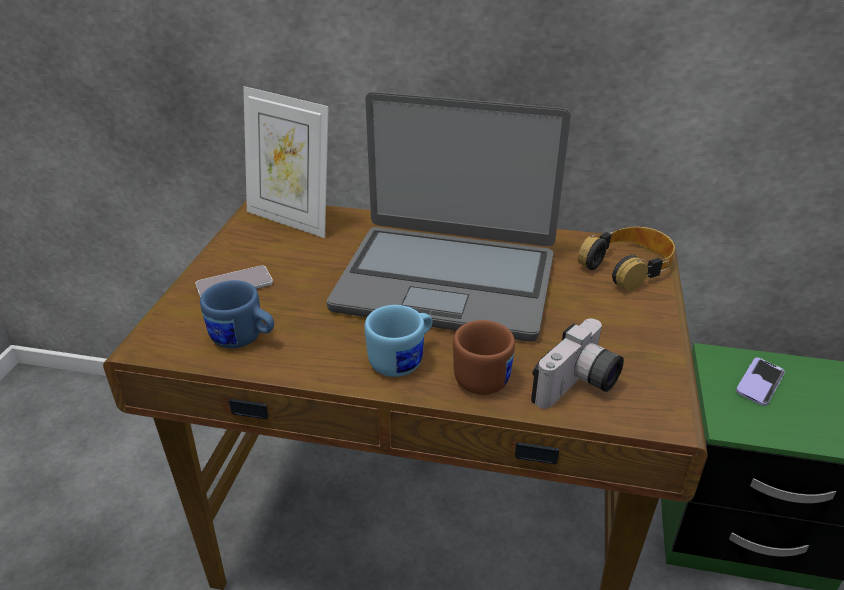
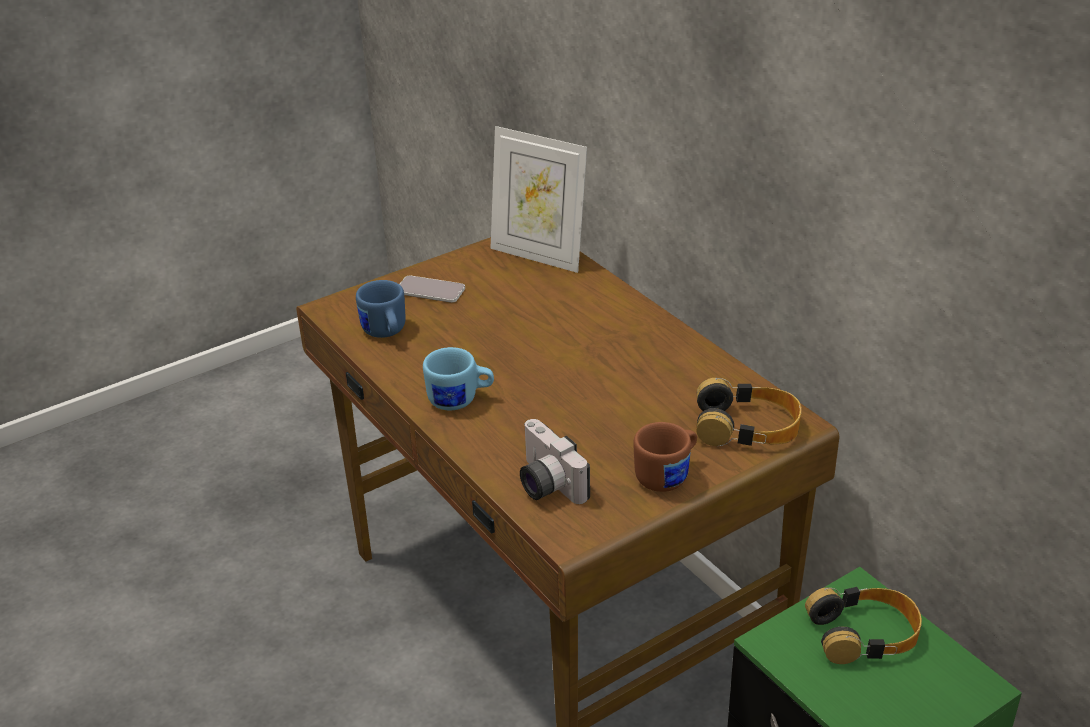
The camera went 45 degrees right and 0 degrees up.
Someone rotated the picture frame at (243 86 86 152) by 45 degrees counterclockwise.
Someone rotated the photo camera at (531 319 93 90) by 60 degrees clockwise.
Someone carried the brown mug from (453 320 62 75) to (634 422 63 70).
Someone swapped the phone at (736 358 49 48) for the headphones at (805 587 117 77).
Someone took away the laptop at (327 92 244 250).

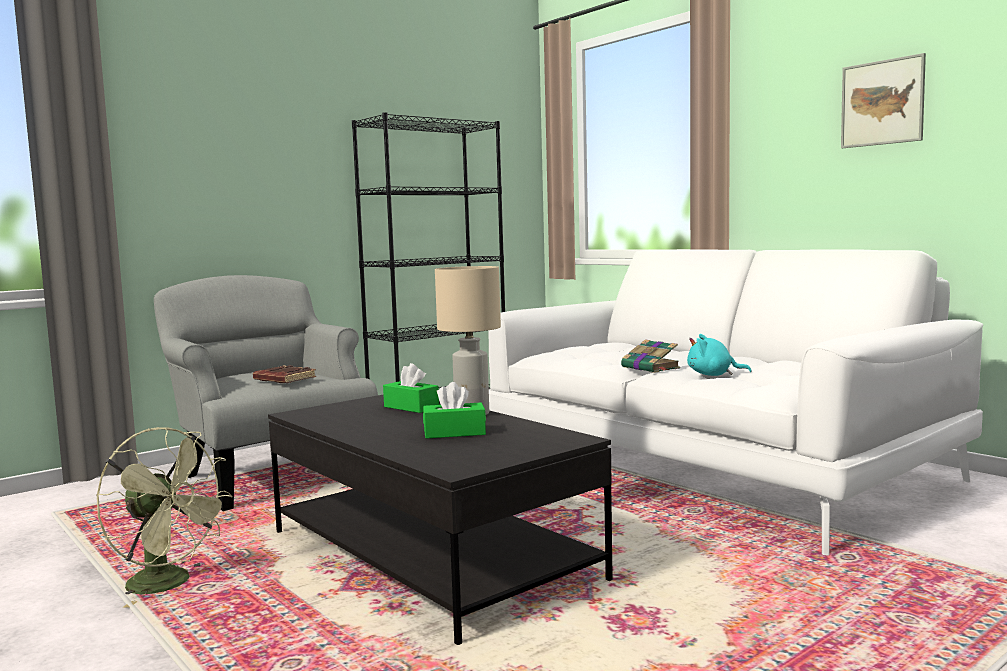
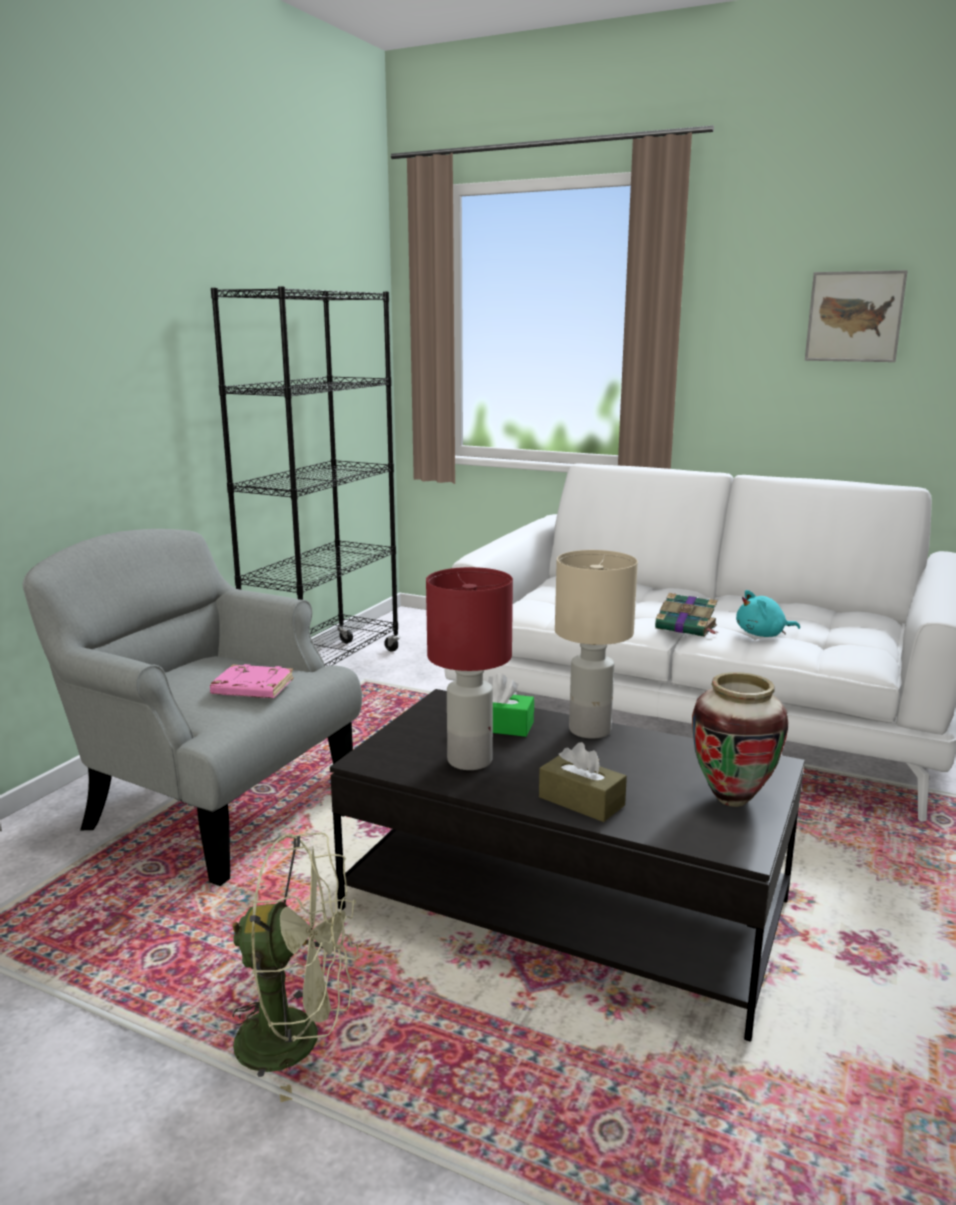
The camera went 25 degrees left and 10 degrees up.
Someone repainted the brown book at (253 365 63 18), which became the pink book at (210 664 84 34).
Someone put down the red table lamp at (426 567 87 203).
Someone put down the brown tissue box at (539 742 88 80).
Someone put down the vase at (692 672 96 135).
Someone took away the green tissue box at (423 382 63 57).

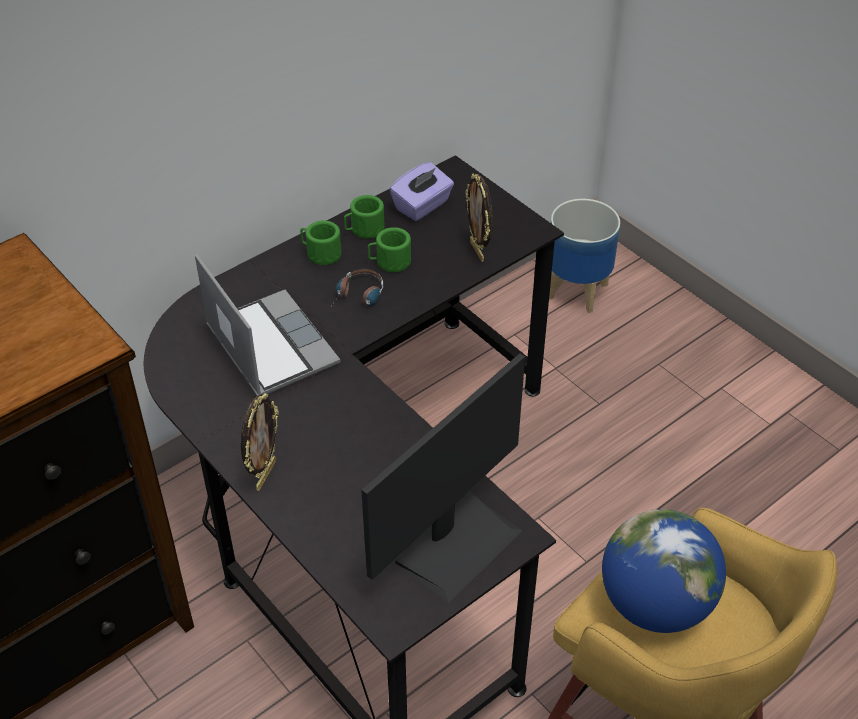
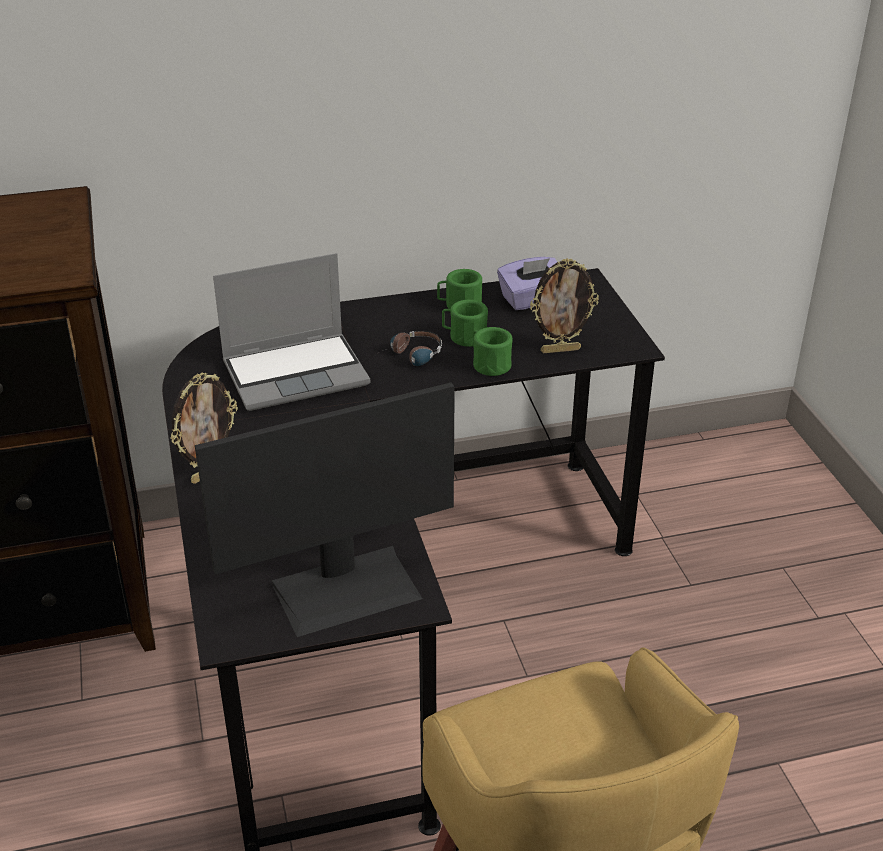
The camera went 25 degrees right and 10 degrees down.
Someone rotated the laptop at (195 254 145 142) by 75 degrees clockwise.
Someone carried the green mug from (300 220 41 45) to (473 327 40 49).
Someone rotated the picture frame at (465 174 28 88) by 105 degrees counterclockwise.
Someone took away the planter at (549 199 71 114).
Someone took away the globe at (602 509 124 124).

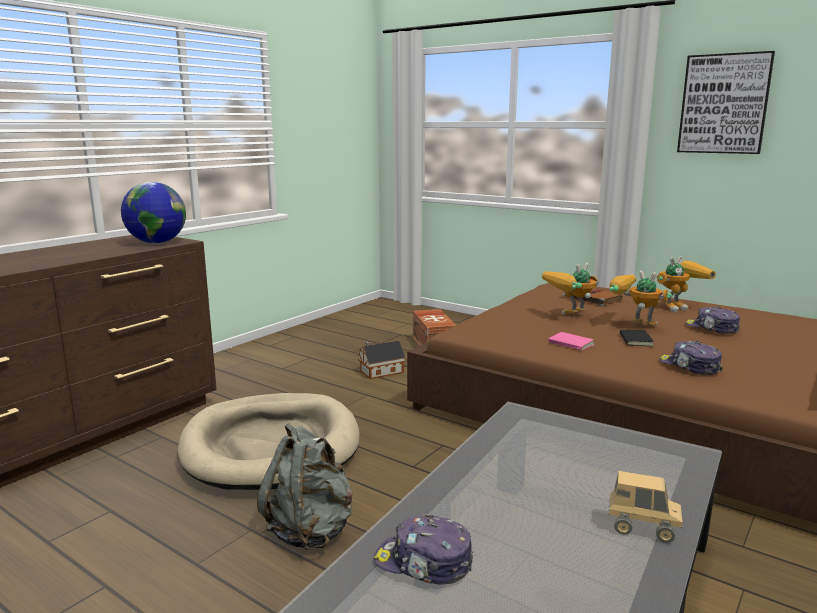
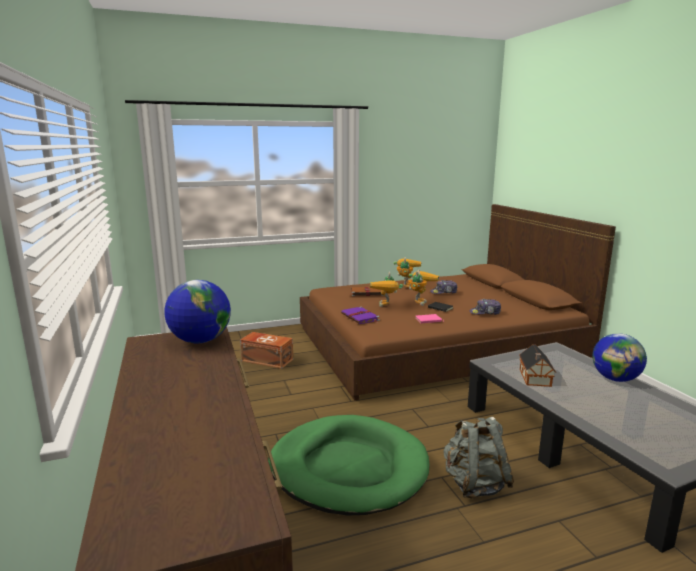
The camera went 55 degrees left and 0 degrees up.
Someone repainted the beige dog bed at (177 393 183 97), which became the green dog bed at (268 415 162 101).
Someone put down the purple book at (341 306 39 18).
Someone rotated the toy robot at (609 271 63 55) by 135 degrees clockwise.
Someone carried the toy house from (358 341 48 38) to (519 344 37 43).
Someone swapped the toy truck at (609 471 74 72) for the globe at (593 333 54 49).
Someone took away the cap at (374 515 99 70).
Someone took away the picture at (677 51 98 103).

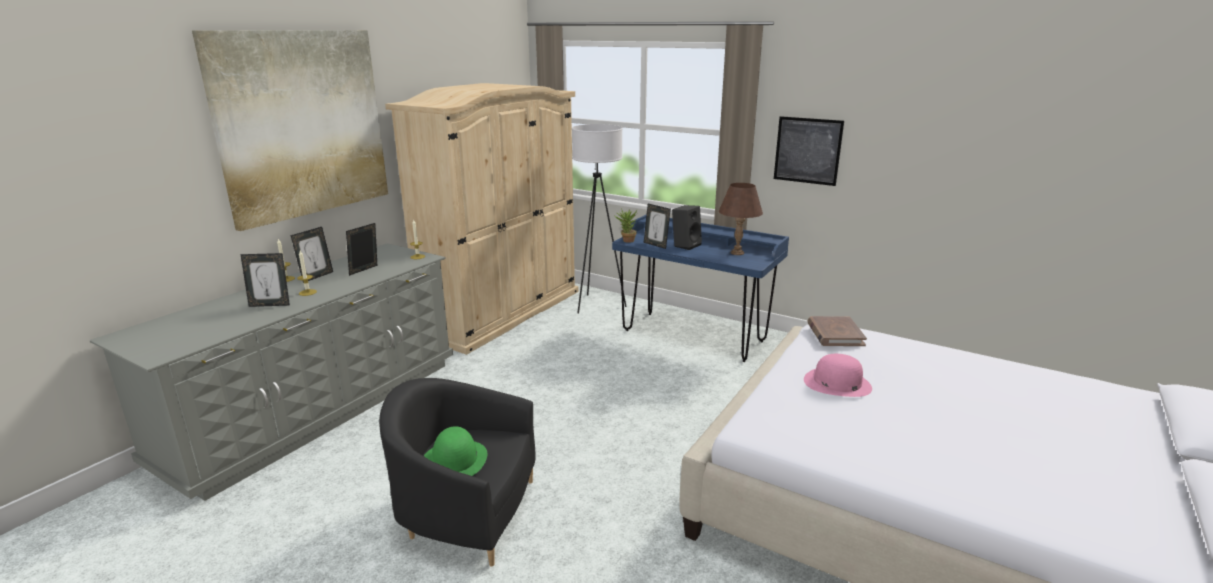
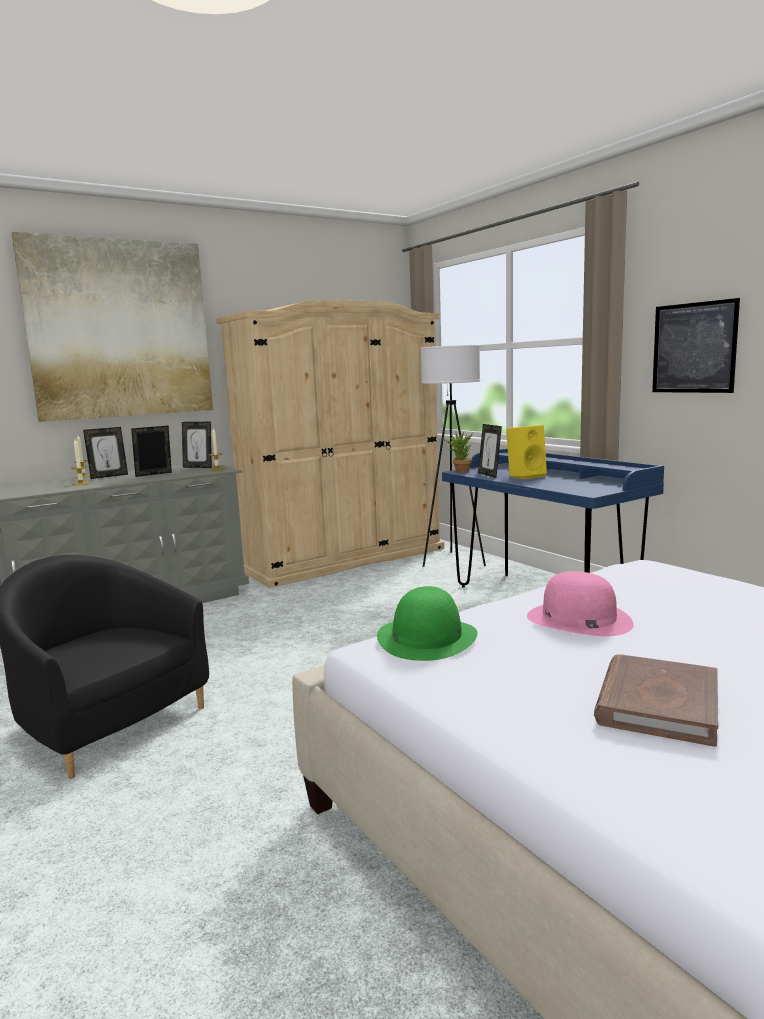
The camera went 25 degrees right and 10 degrees down.
Someone carried the picture frame from (240 253 50 54) to (182 422 30 46).
Someone carried the green hat from (424 426 63 50) to (377 586 101 75).
Someone repainted the black speaker at (672 205 30 45), which became the yellow speaker at (506 425 41 55).
Someone carried the brown book from (807 316 60 30) to (594 654 124 93).
Someone took away the brown table lamp at (719 183 44 72).

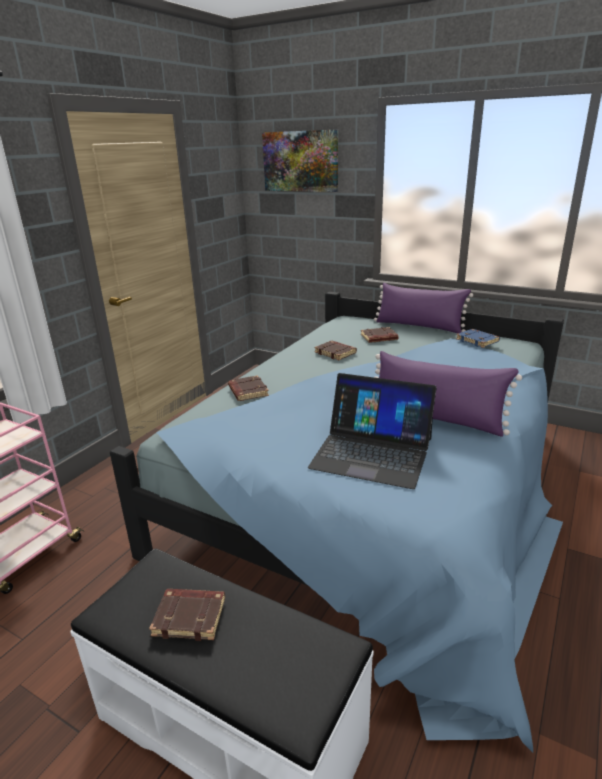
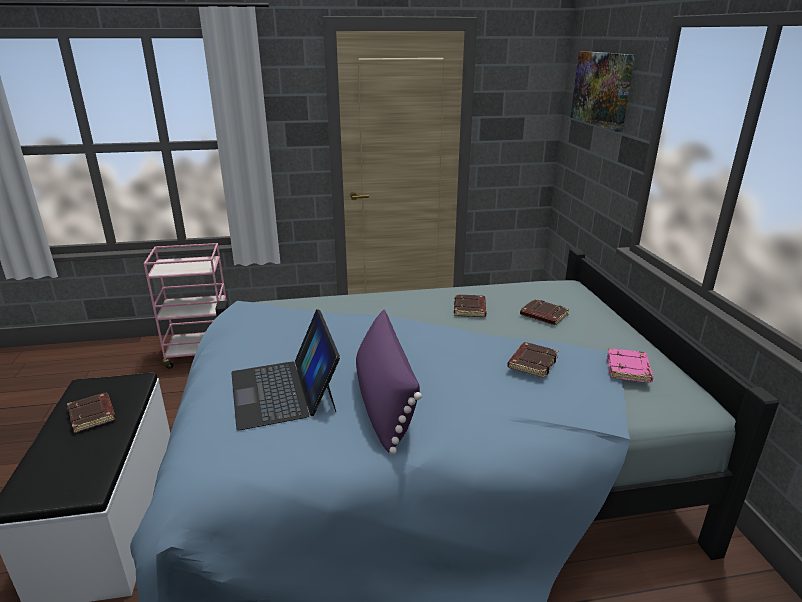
The camera went 50 degrees right and 0 degrees up.
Someone carried the brown book from (228 375 41 26) to (507 342 51 36).
Someone repainted the blue book at (456 329 44 19), which became the pink book at (607 348 46 35).
Someone took away the purple pillow at (374 283 99 50).

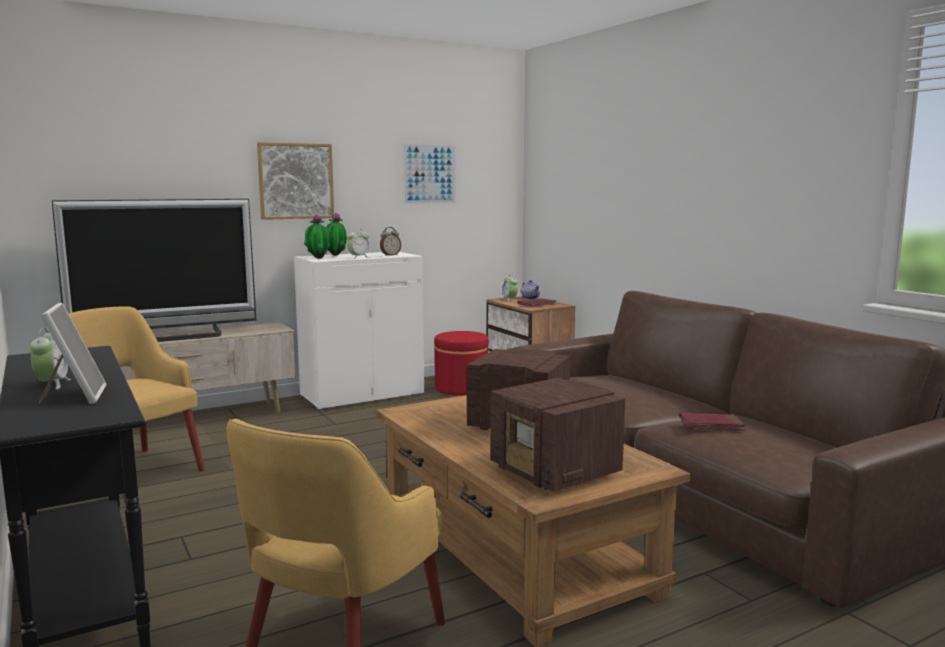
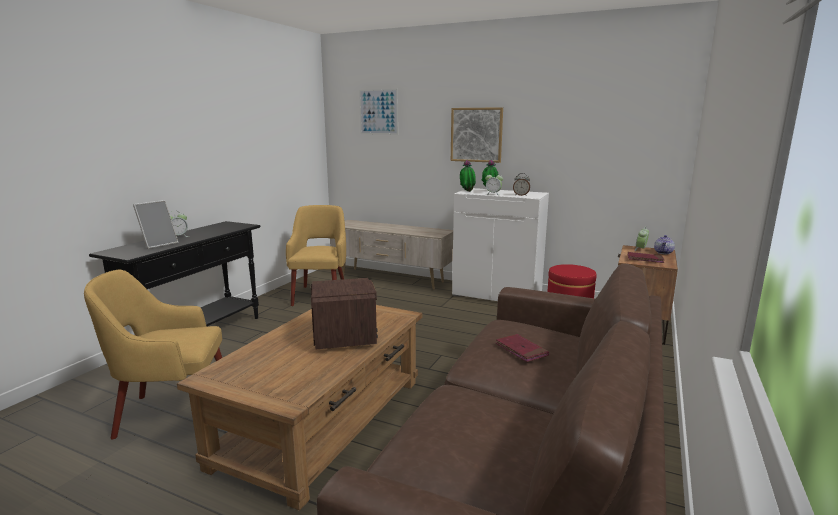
The camera went 55 degrees right and 5 degrees up.
Someone carried the picture from (402 142 55 63) to (359 89 39 46).
Someone carried the red book from (679 413 67 18) to (496 334 53 28).
Someone took away the television at (52 199 205 143).
Someone took away the radio at (490 378 135 114).

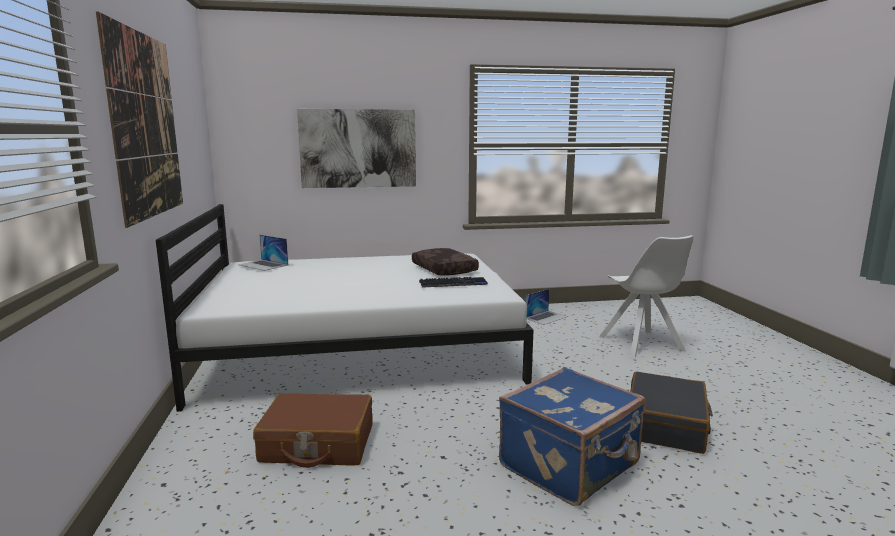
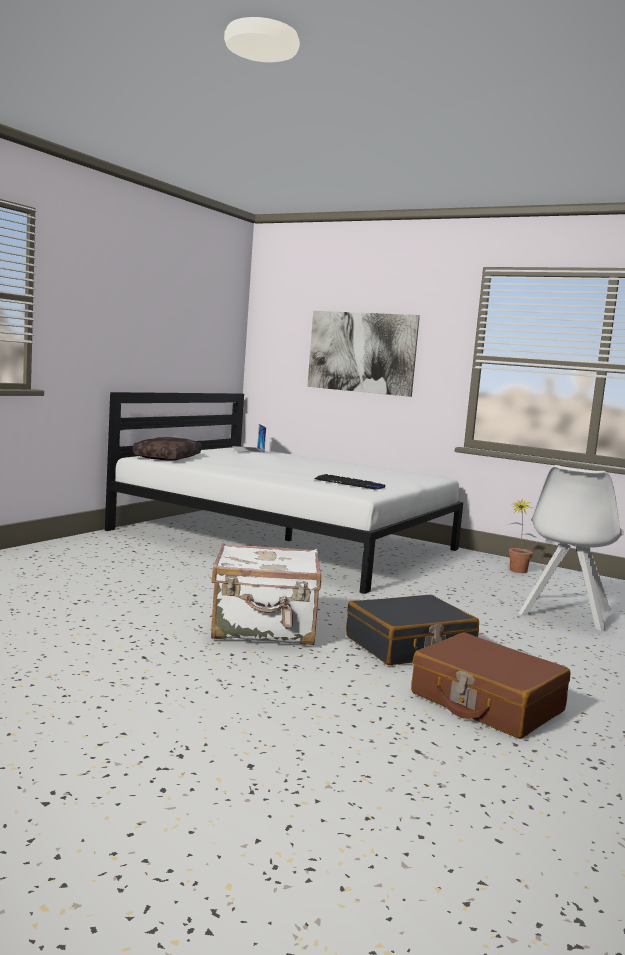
The camera went 40 degrees right and 5 degrees down.
Someone carried the brown pillow from (412 248 67 28) to (133 437 68 24).
Someone repainted the blue suitcase at (499 367 147 139), which became the white suitcase at (211 543 110 102).
Someone carried the brown suitcase from (253 393 120 75) to (411 632 160 107).
Someone swapped the laptop at (525 289 43 36) for the potted plant at (507 500 30 73).
Someone took away the picture at (96 11 87 217).

